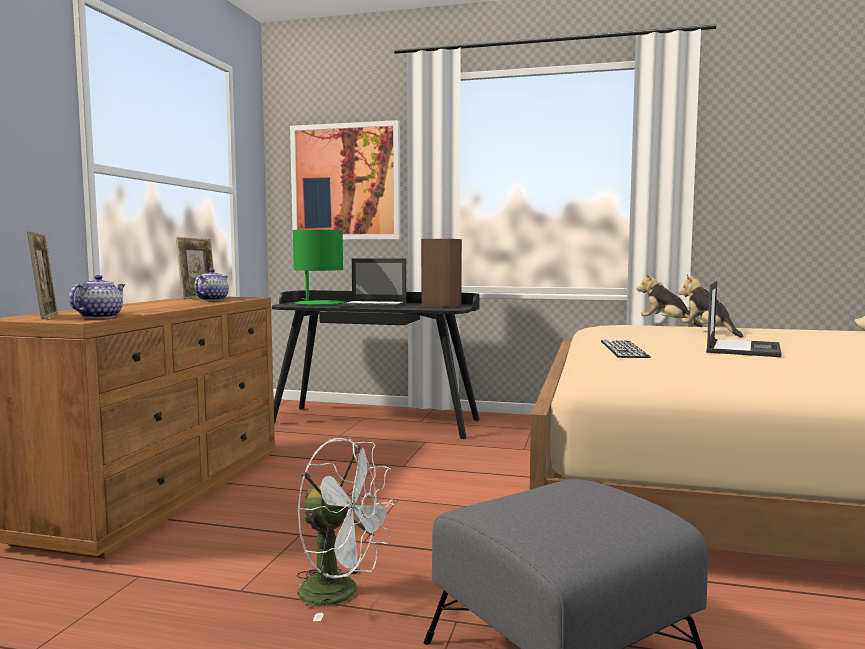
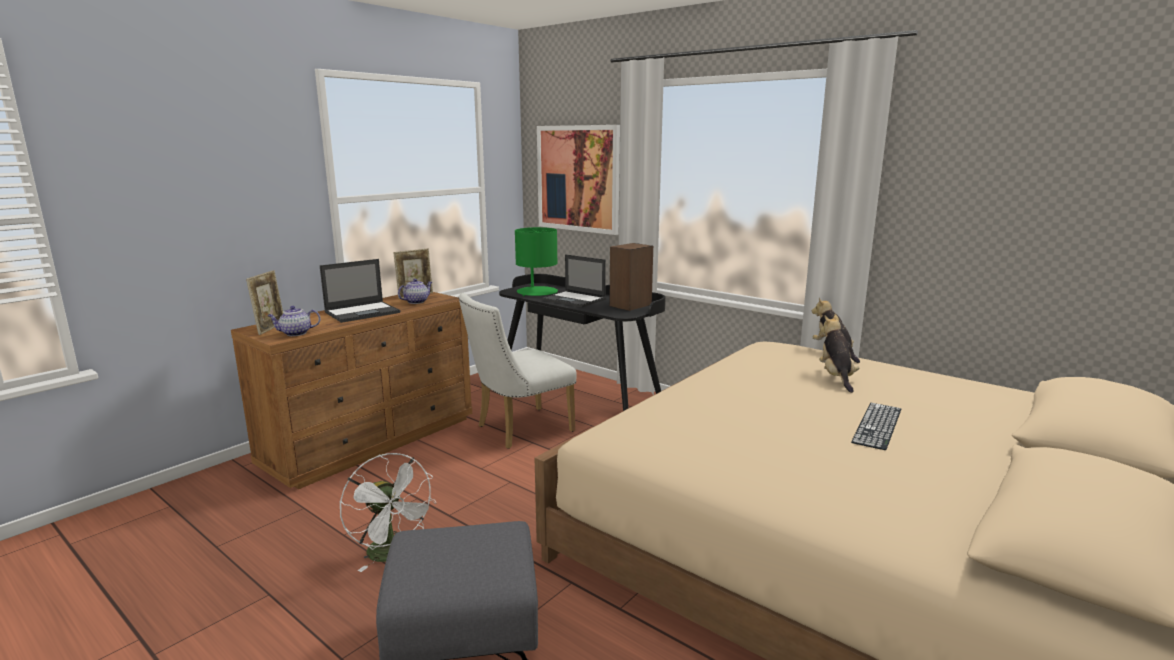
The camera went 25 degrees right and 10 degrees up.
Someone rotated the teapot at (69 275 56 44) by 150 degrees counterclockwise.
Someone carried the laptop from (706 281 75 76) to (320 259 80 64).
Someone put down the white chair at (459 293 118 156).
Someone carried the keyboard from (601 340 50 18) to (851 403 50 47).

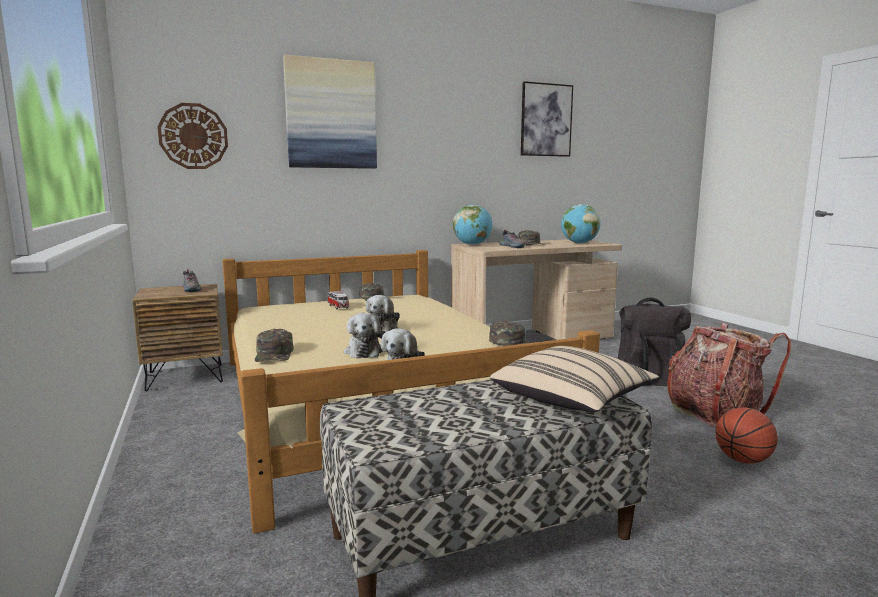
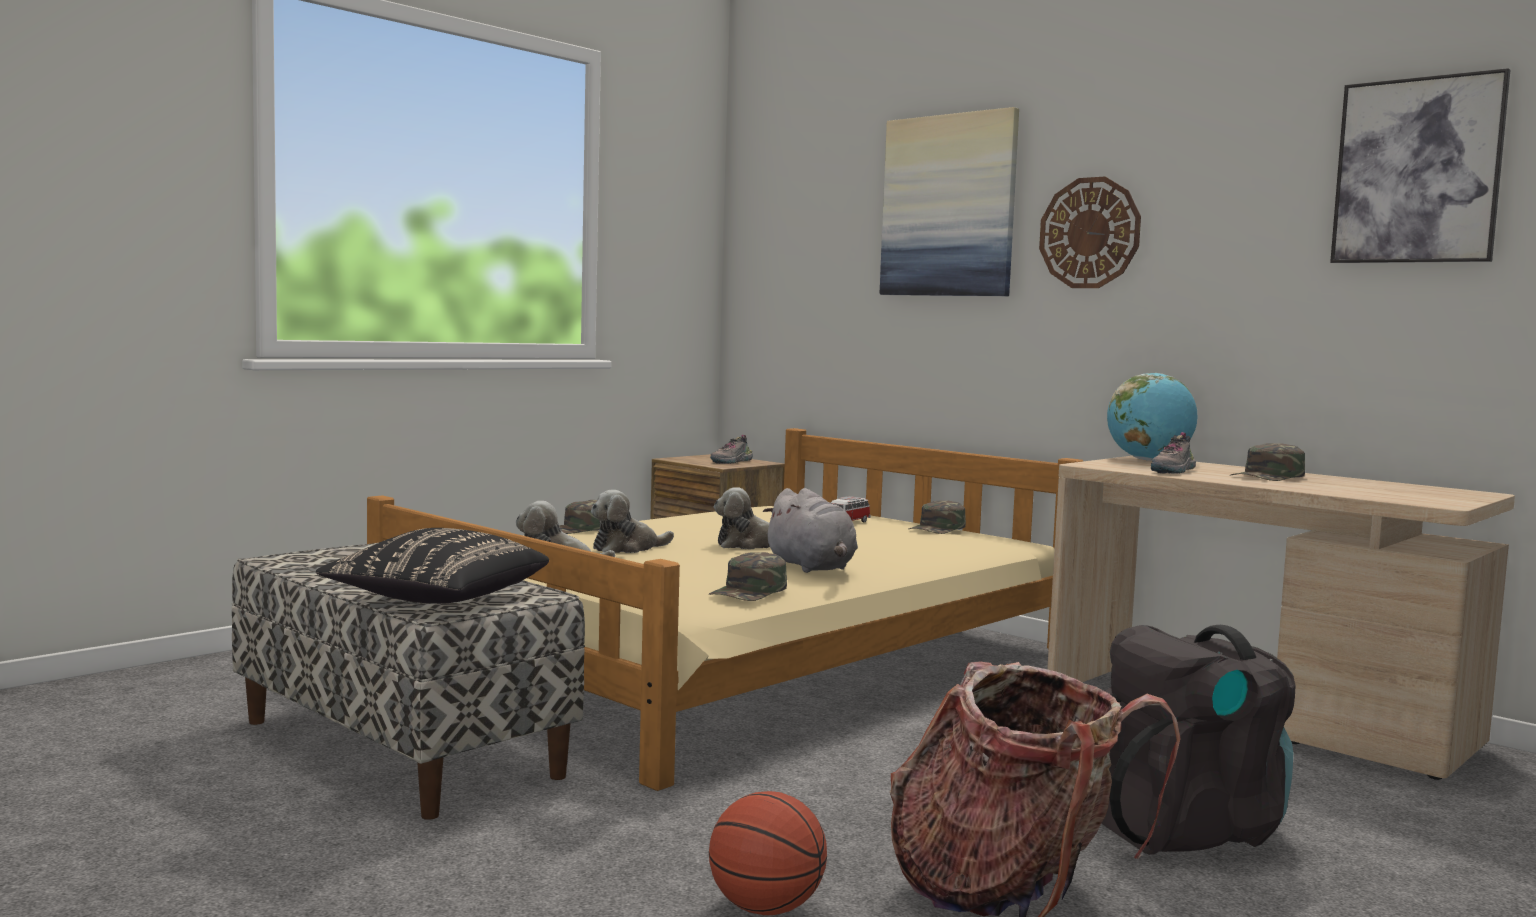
The camera went 65 degrees right and 5 degrees down.
Someone repainted the beige pillow at (490 346 169 66), which became the black pillow at (316 528 233 76).
Someone put down the grey plush toy at (763 488 95 85).
Someone carried the wall clock from (158 103 70 66) to (1039 177 102 111).
Someone took away the globe at (561 204 40 40).

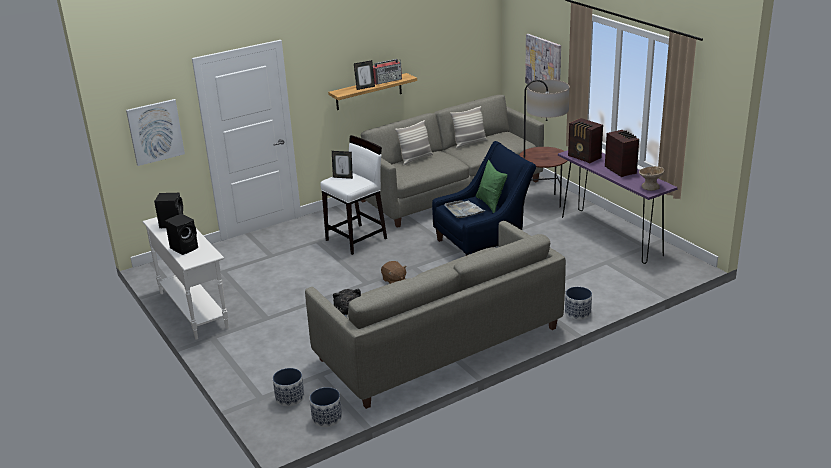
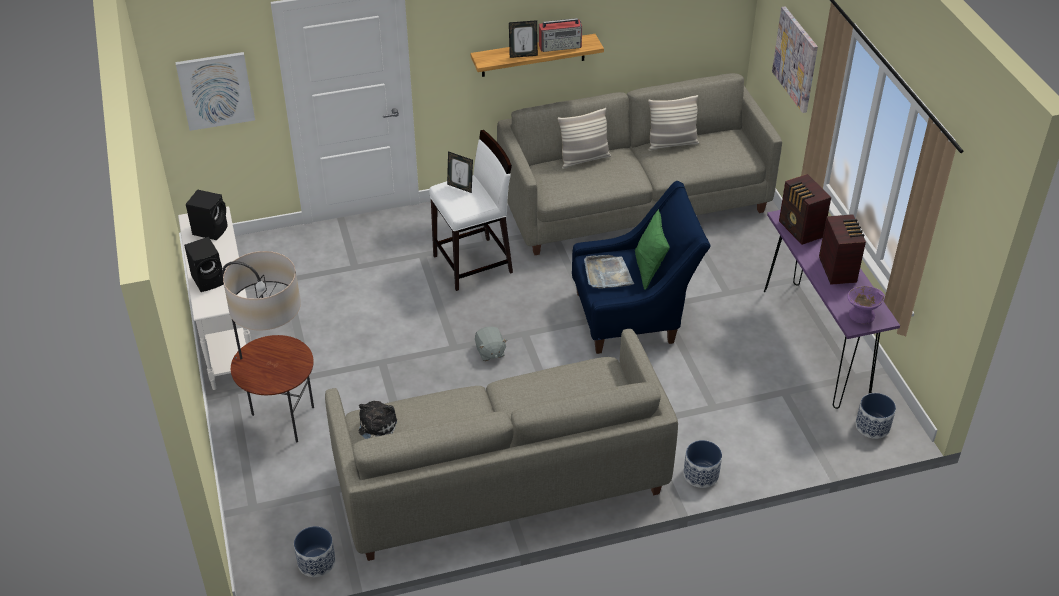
The camera went 15 degrees right and 15 degrees up.
Someone carried the floor lamp from (519 79 50 129) to (222 251 92 191).
Someone repainted the brown plush toy at (381 261 26 23), which became the grey plush toy at (475 326 33 35).
Someone repainted the beige bowl at (639 166 25 25), which became the purple bowl at (847 286 38 38).
Someone carried the planter from (273 368 32 38) to (856 393 40 46).

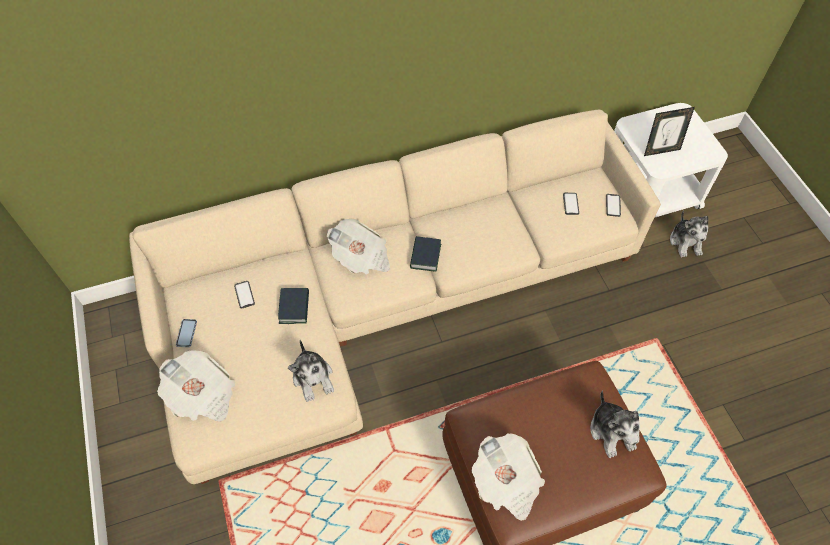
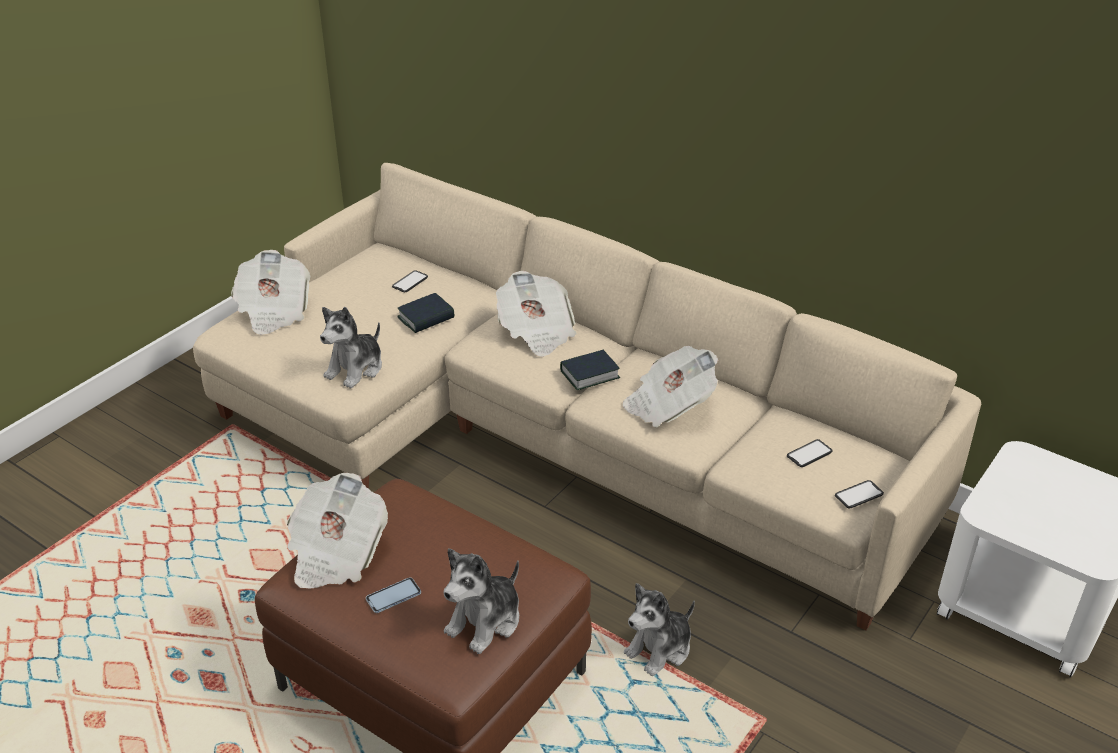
The camera went 55 degrees right and 20 degrees down.
Someone carried the phone from (176 319 21 29) to (366 577 55 36).
Someone put down the newspaper at (623 346 96 82).
Someone carried the plush toy from (670 210 38 47) to (624 583 71 93).
Someone took away the picture frame at (644 107 51 49).

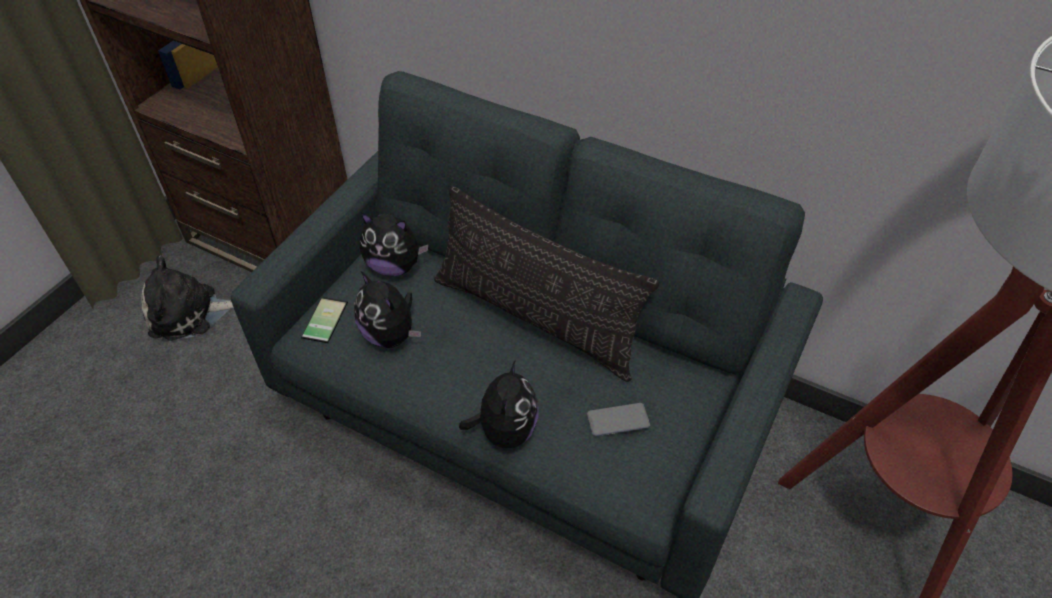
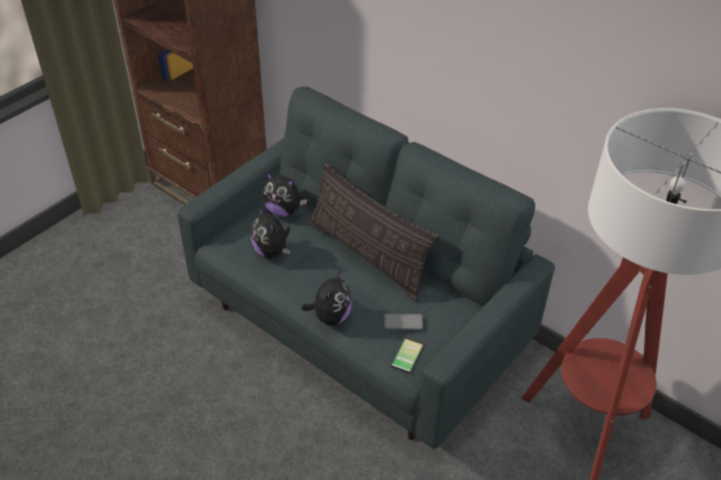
The camera went 10 degrees right and 5 degrees down.
Someone carried the phone from (301 297 47 46) to (391 337 33 36).
Someone took away the plush toy at (141 255 93 87).

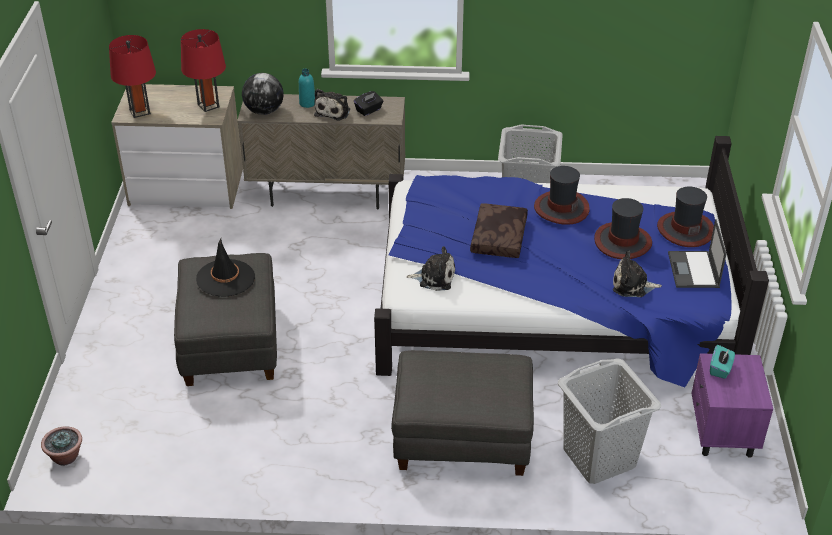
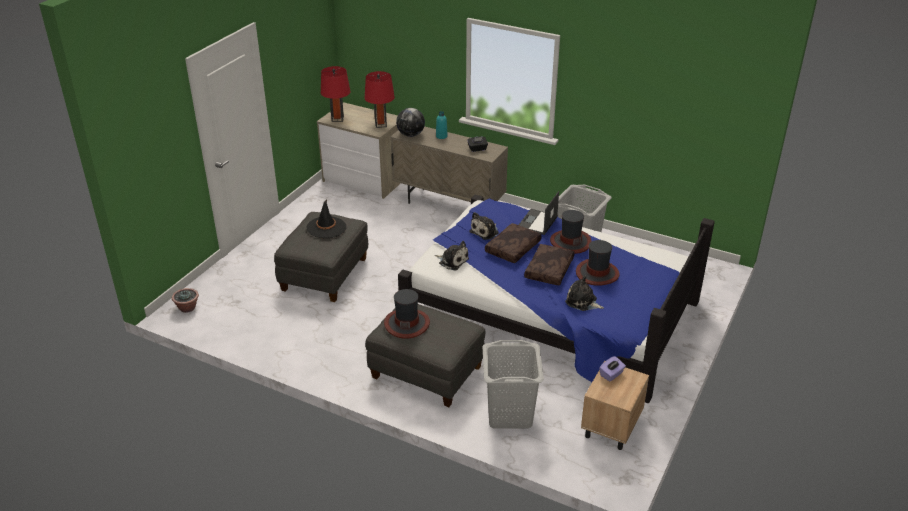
The camera went 25 degrees right and 5 degrees down.
Someone carried the hat from (657 187 57 60) to (384 289 46 50).
Someone carried the plush toy from (314 89 36 32) to (469 212 30 28).
Someone carried the laptop from (668 219 59 69) to (519 191 40 44).
Someone put down the brown pillow at (524 244 51 42).
Someone repainted the purple nightstand at (691 353 82 104), which became the beige nightstand at (581 361 68 89).
Someone repainted the turquoise tissue box at (710 345 25 34), which became the purple tissue box at (599 356 27 25).

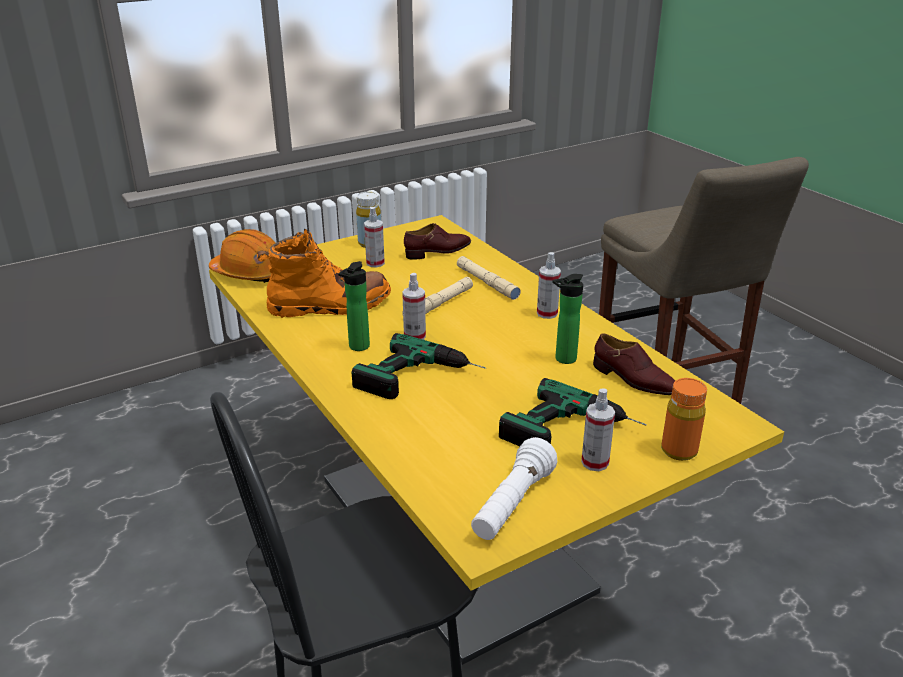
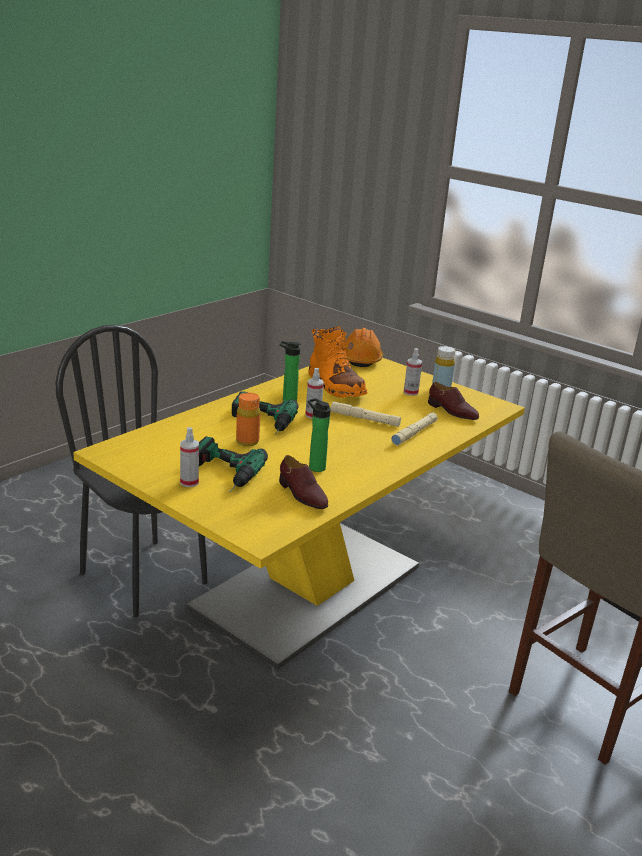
The camera went 70 degrees right and 5 degrees down.
Someone carried the orange bottle from (661 378 46 83) to (236 393 24 53).
Someone rotated the brown shoe at (593 333 82 62) by 60 degrees counterclockwise.
Someone took away the white flashlight at (471 437 86 103).
Someone took away the spray bottle at (537 252 24 67).

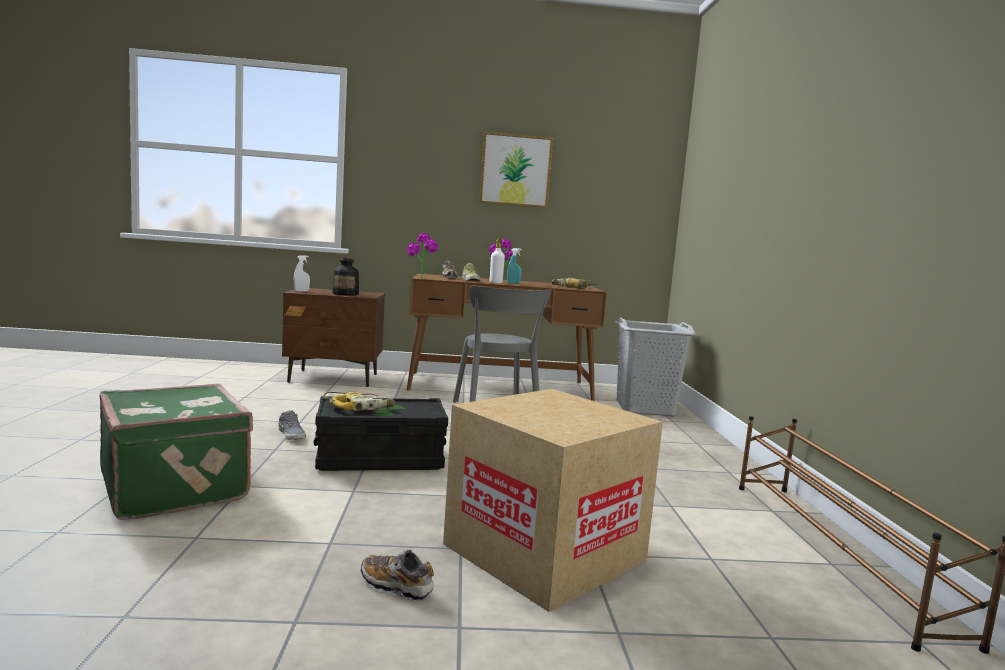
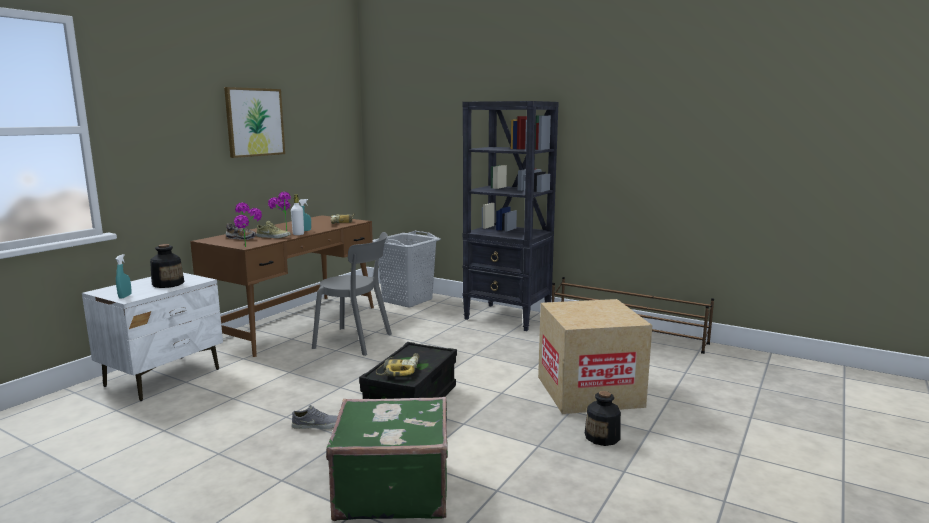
The camera went 55 degrees left and 5 degrees up.
Someone repainted the brown nightstand at (282 288 103 99), which became the white nightstand at (82 273 141 128).
Someone repainted the white spray bottle at (293 255 17 37), which became the turquoise spray bottle at (116 254 16 45).
Someone put down the black bookcase at (462 101 97 230).
Someone swapped the shoe at (361 550 73 52) for the bottle at (585 391 36 55).

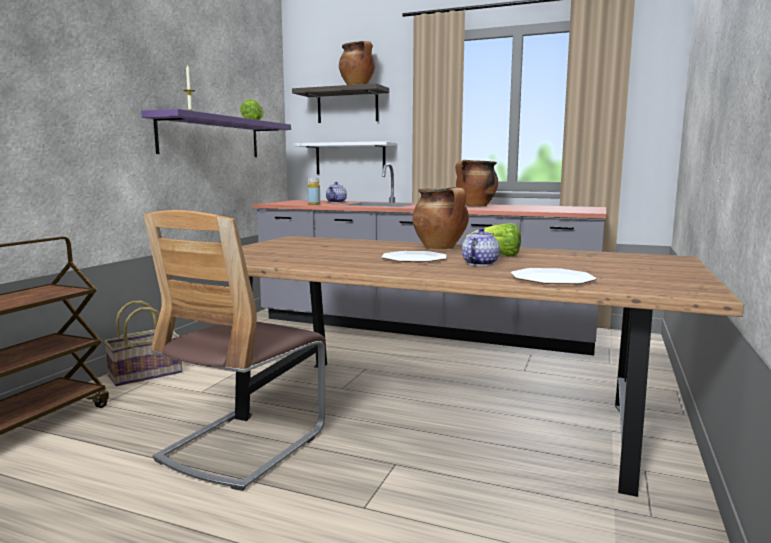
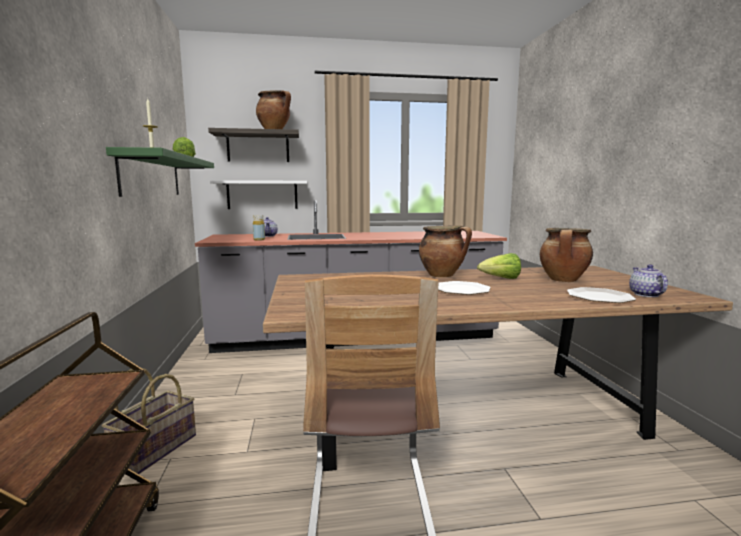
The camera went 30 degrees left and 0 degrees up.
Someone repainted the purple shelf at (141 109 150 48), which became the green shelf at (106 147 108 50).
Someone carried the cooking pot from (455 160 43 47) to (540 228 53 54).
Someone carried the teapot from (462 227 38 39) to (629 264 39 33).

